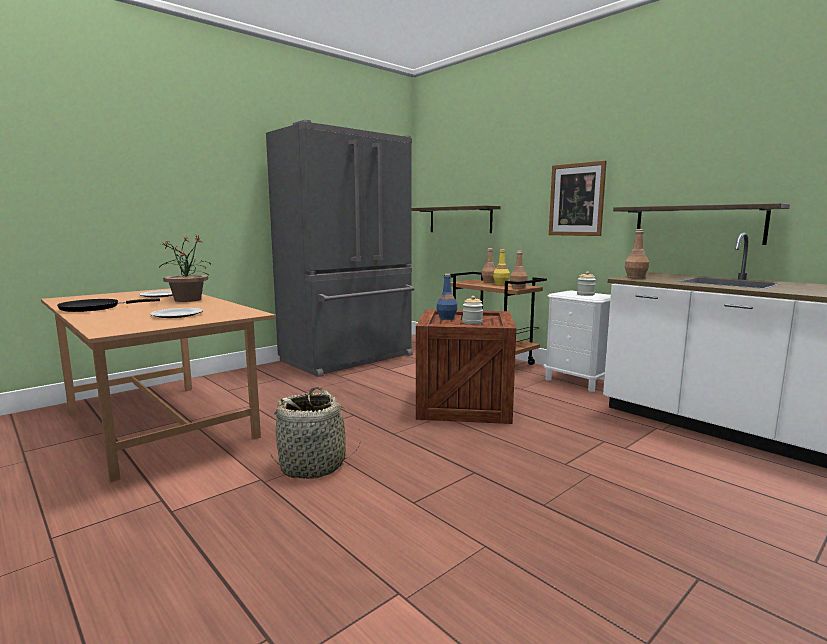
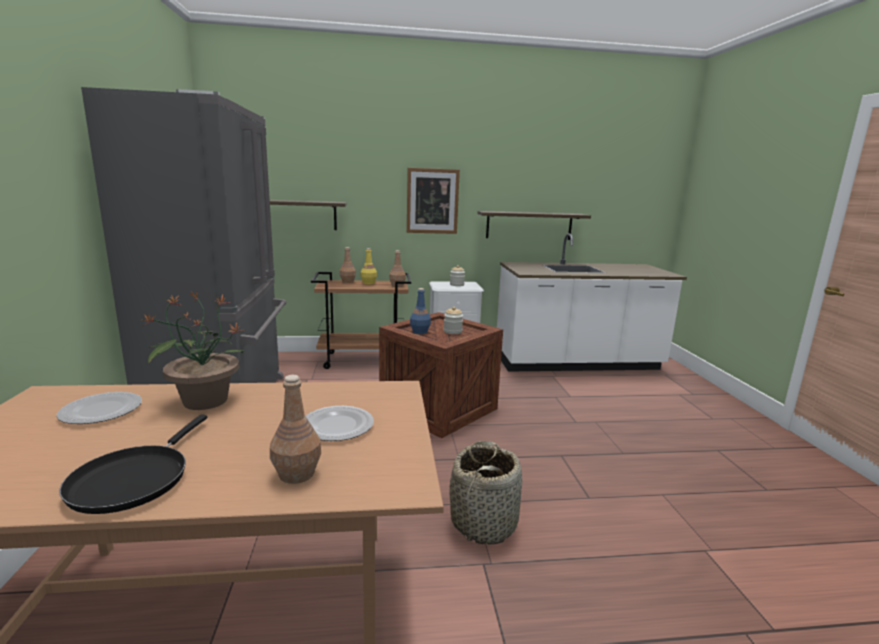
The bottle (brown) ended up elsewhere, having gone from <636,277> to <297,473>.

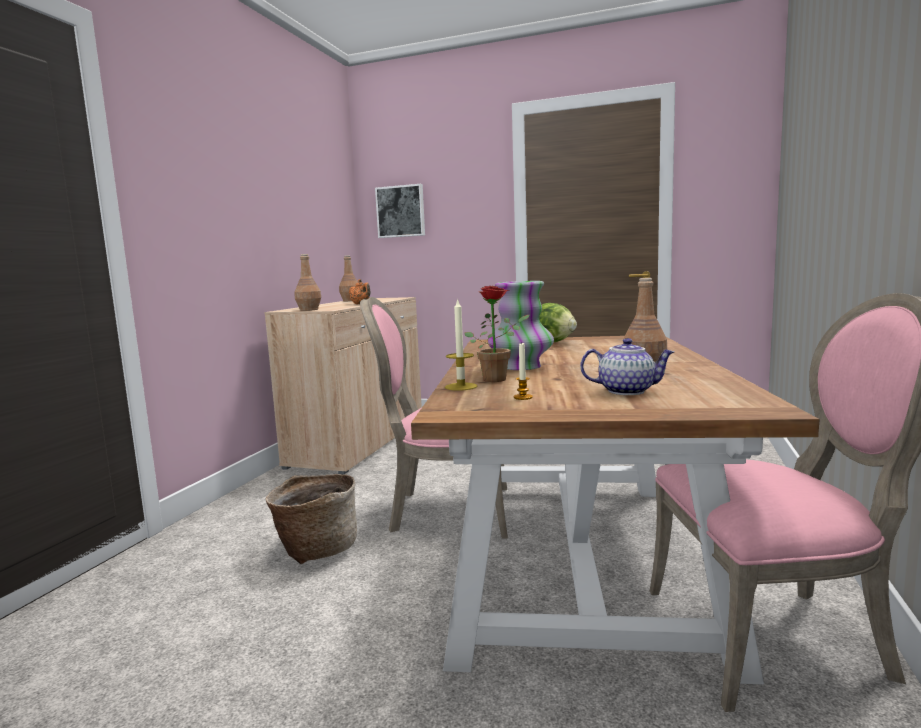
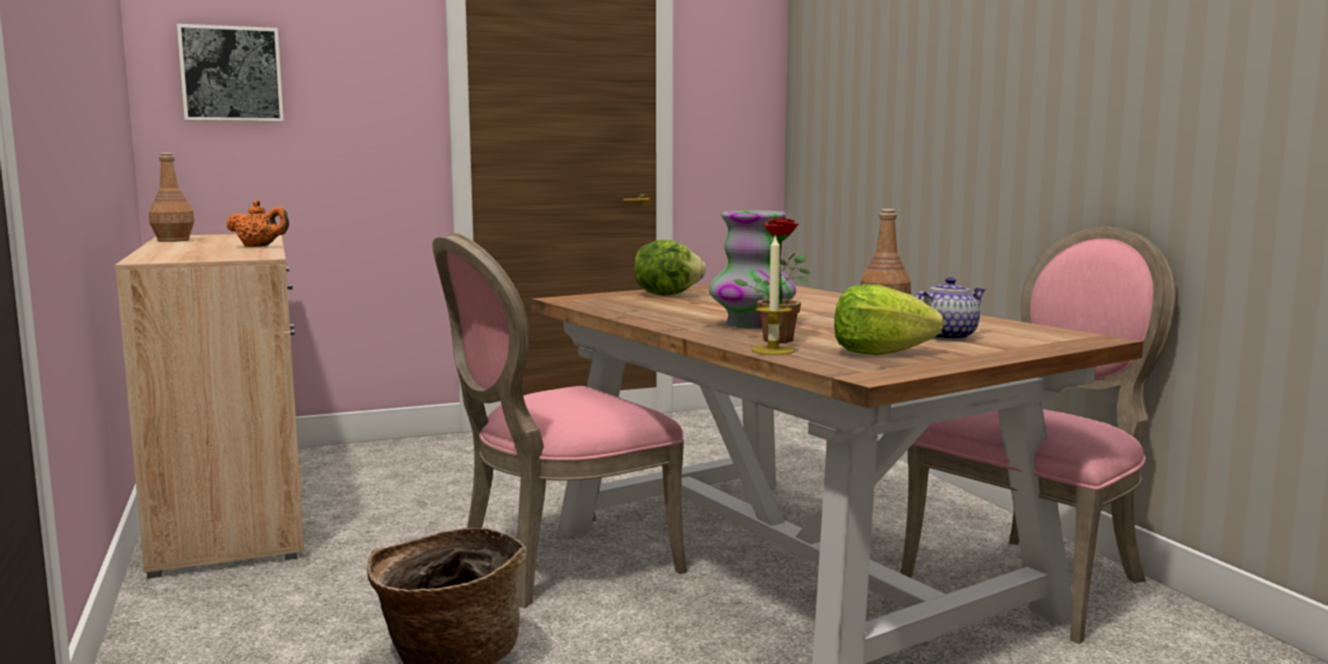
The second view lost the bottle (brown) at <309,310>.
Where the candle stood at <523,397>, the lettuce came to stand at <880,352>.

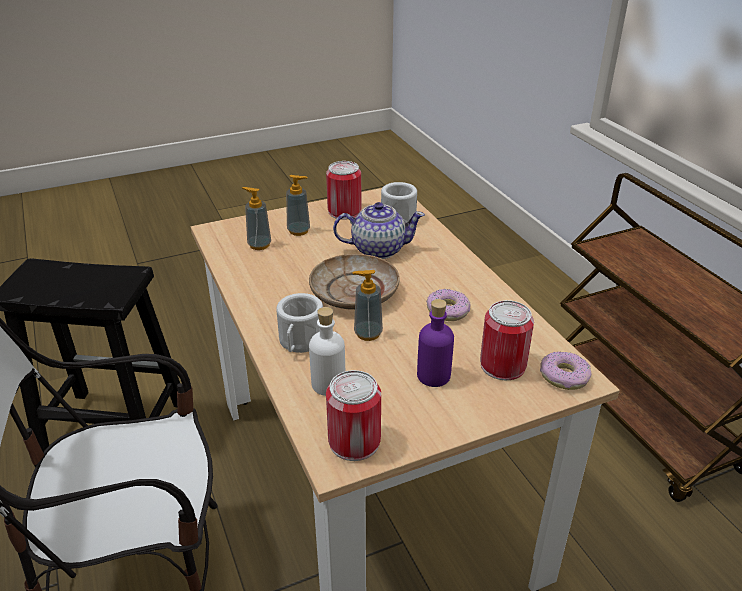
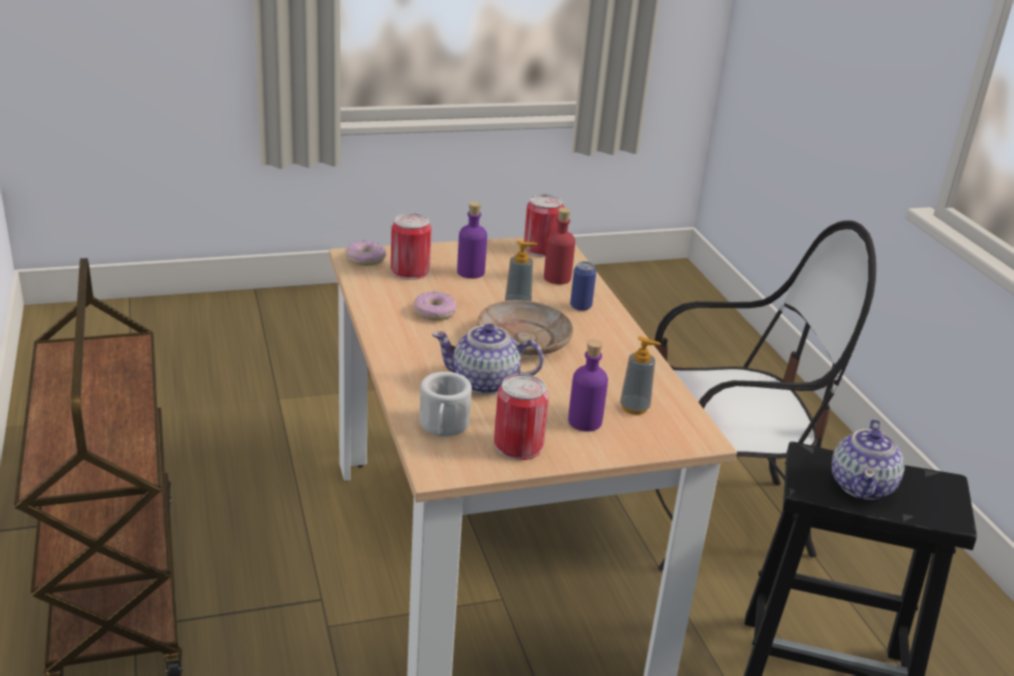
Where the soap dispenser stood at <298,231>, the bottle (purple) came to stand at <585,421>.
Where the mug (white) stood at <300,343>, the can came to stand at <580,306>.
What was the bottle (white) at <328,384> turned into the bottle (red) at <557,278>.
The second view gained the teapot at <862,485>.

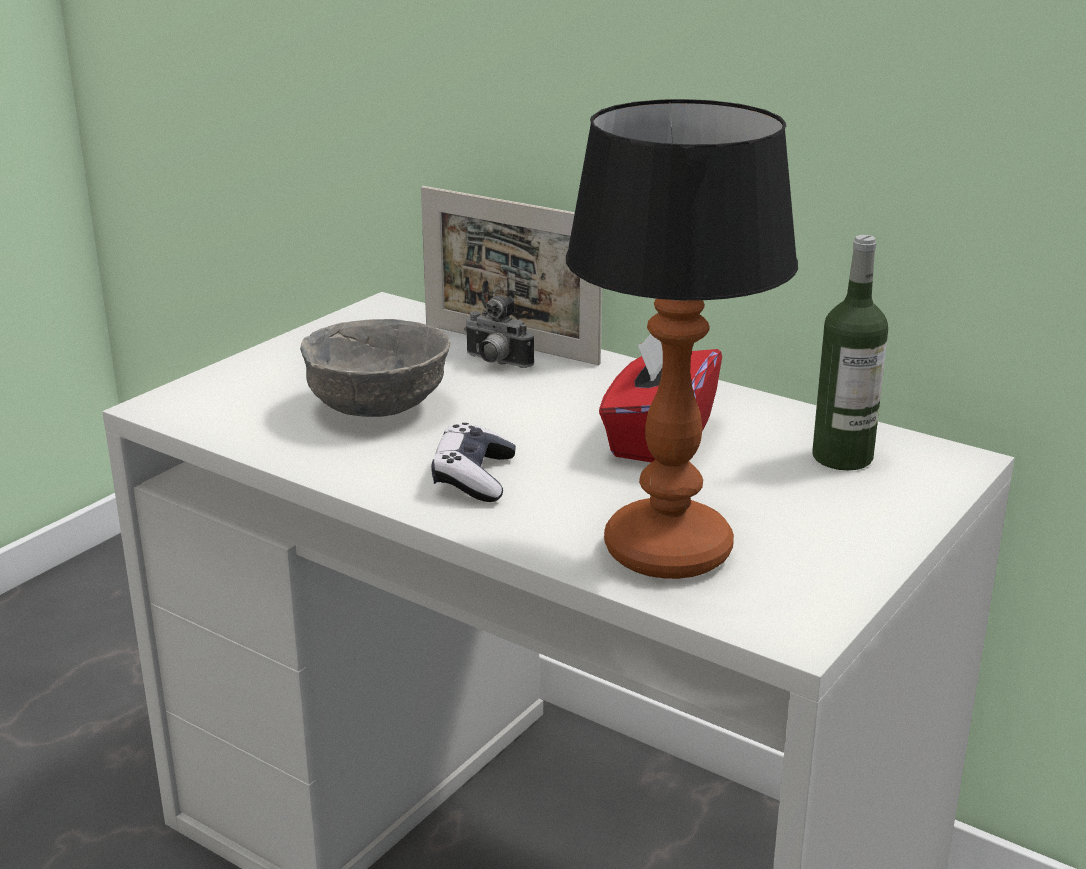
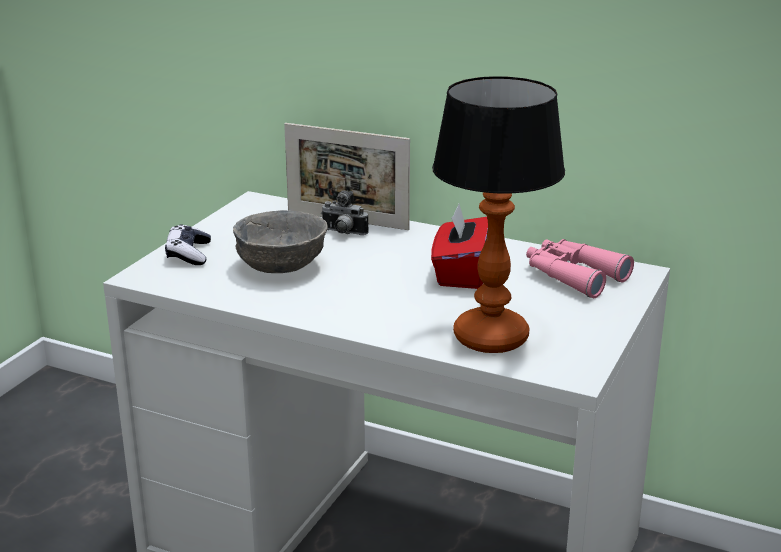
Where the bottle stood at <842,457>, the binoculars (pink) came to stand at <572,275>.
The game controller ended up elsewhere, having gone from <474,478> to <188,254>.

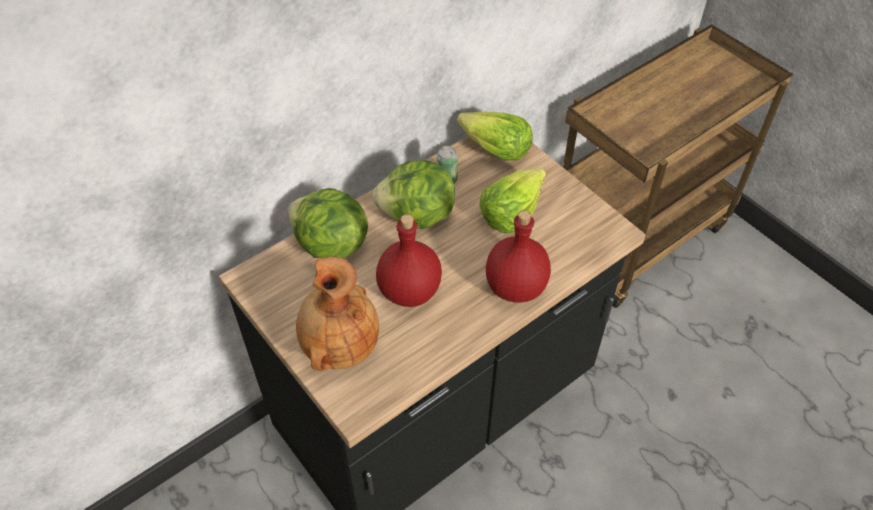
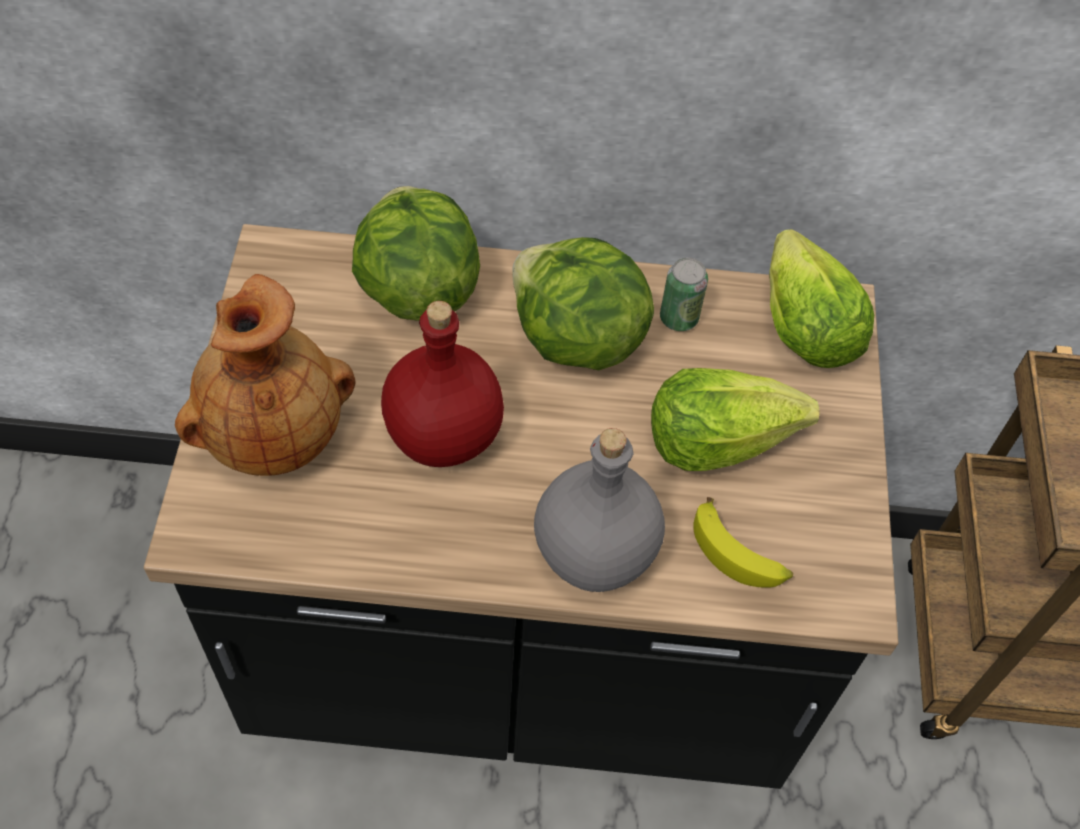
What was the bottle (red) at <515,288> turned into the bottle (grey) at <592,553>.
The second view gained the banana at <738,553>.

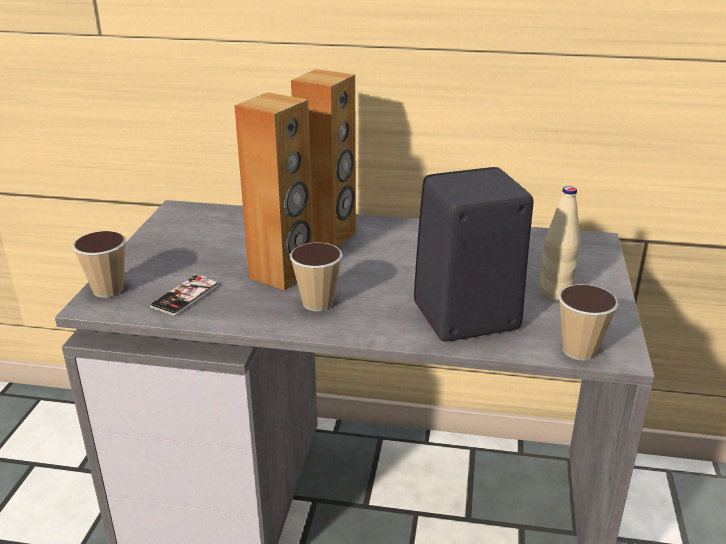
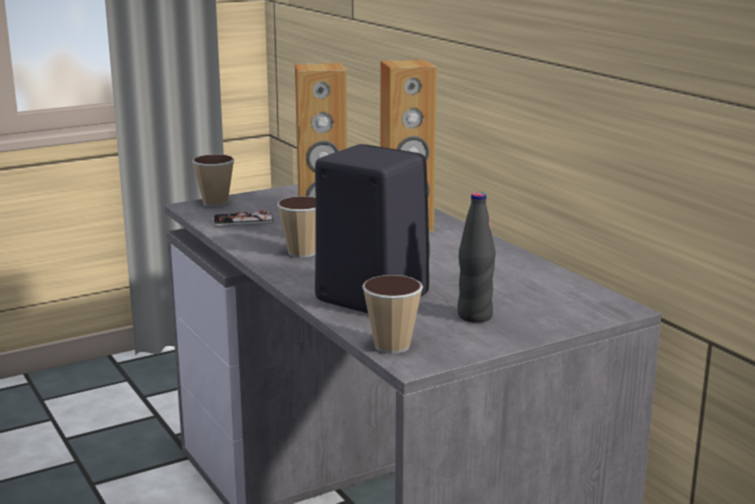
What was the bottle (beige) at <555,293> turned into the bottle (black) at <474,316>.

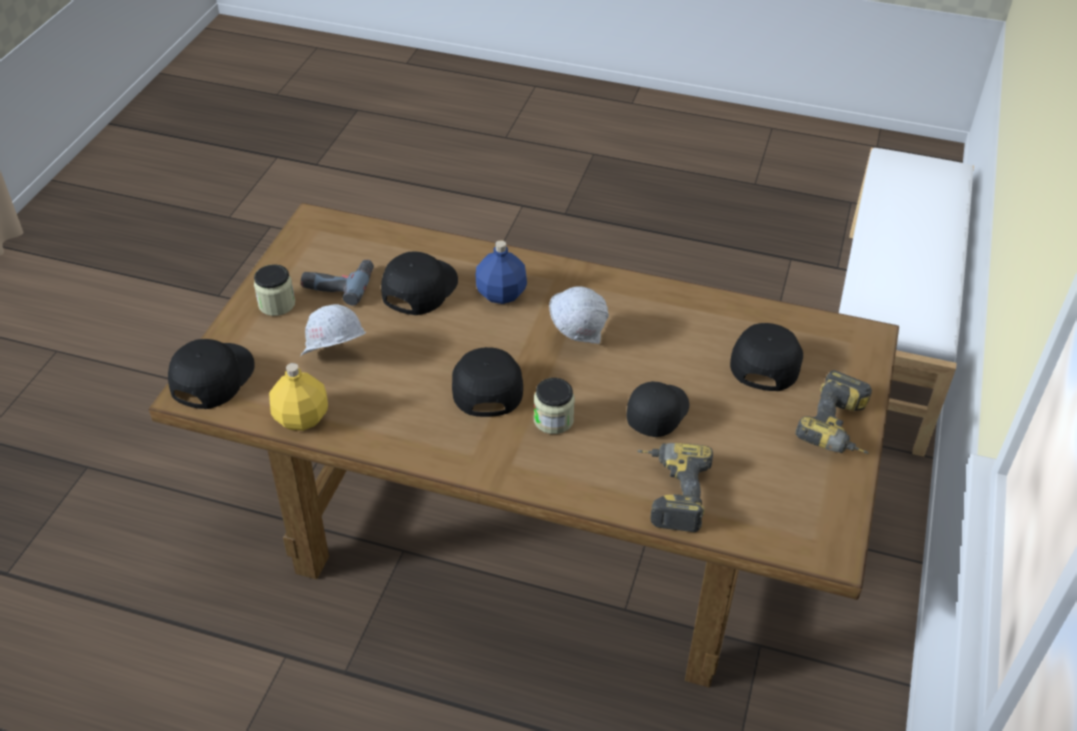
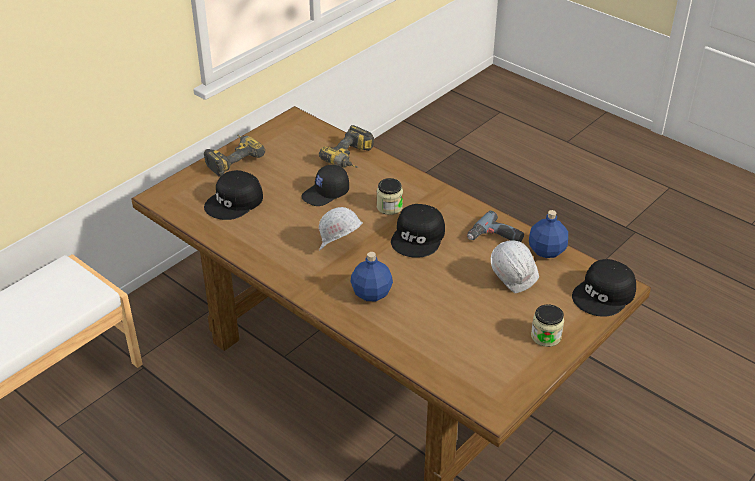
The second view lost the cap (black) at <418,287>.
The power drill ended up elsewhere, having gone from <338,283> to <495,238>.
What was the bottle (yellow) at <300,418> turned into the bottle (blue) at <547,251>.

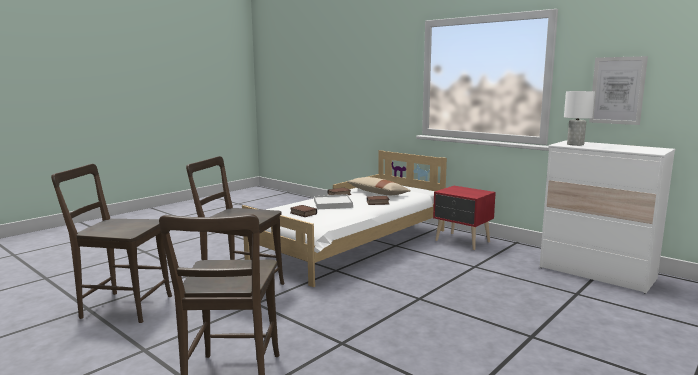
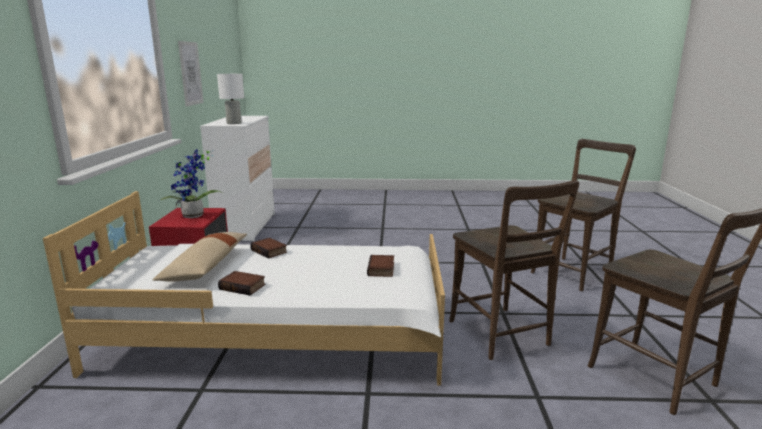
The second view lost the tray (white) at <333,204>.
The second view gained the potted plant at <194,216>.

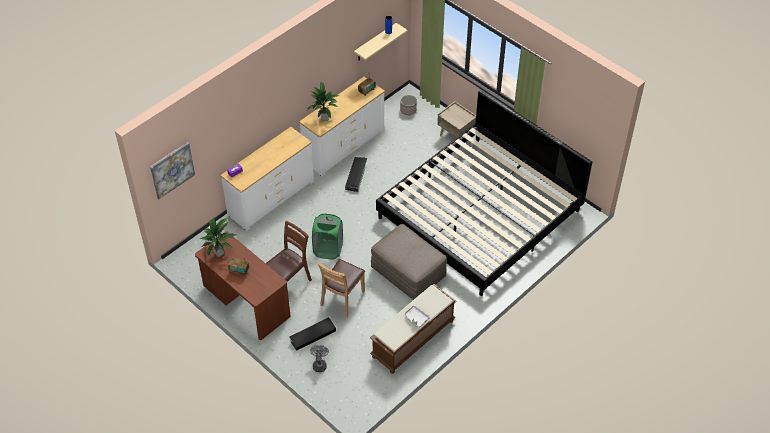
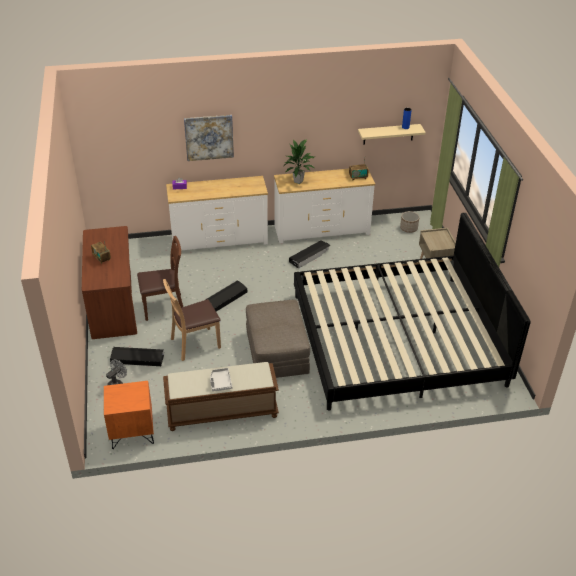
The picture ended up elsewhere, having gone from <172,170> to <209,137>.
Where the laundry basket (green) stood at <328,249>, the storage box (black) came to stand at <225,299>.
The second view lost the potted plant at <219,253>.
The second view gained the nightstand (orange) at <132,433>.

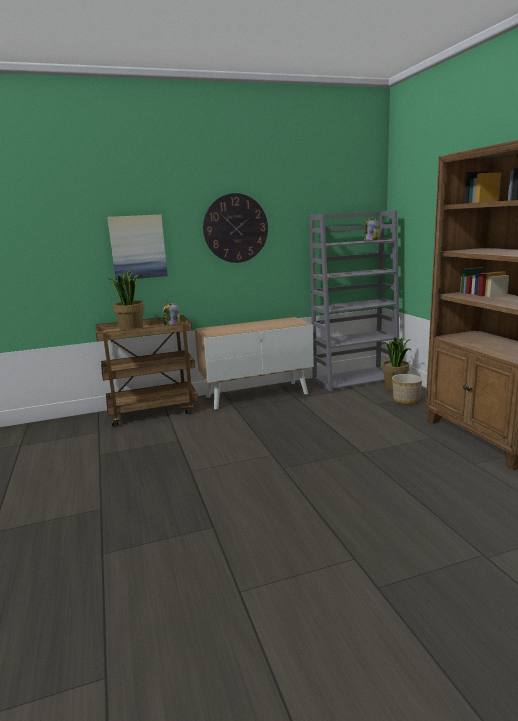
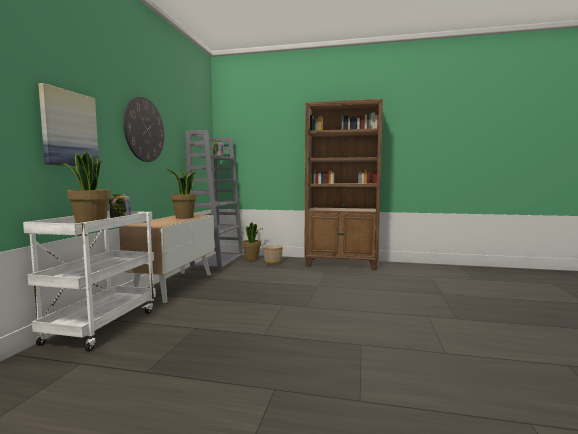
What was the cart (brown) at <153,411> turned into the cart (white) at <102,325>.
The second view gained the potted plant at <184,217>.

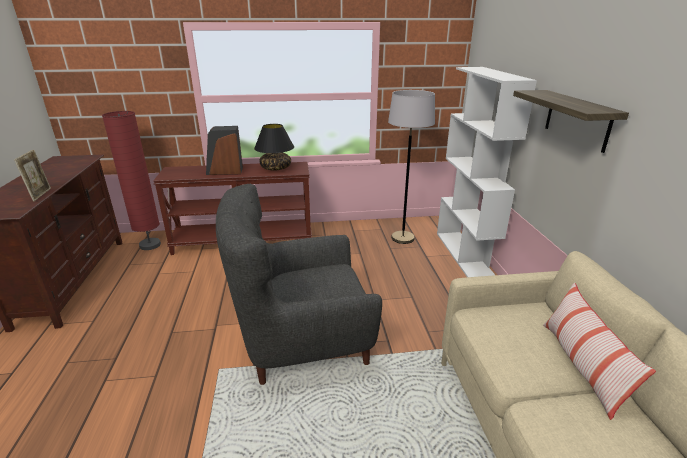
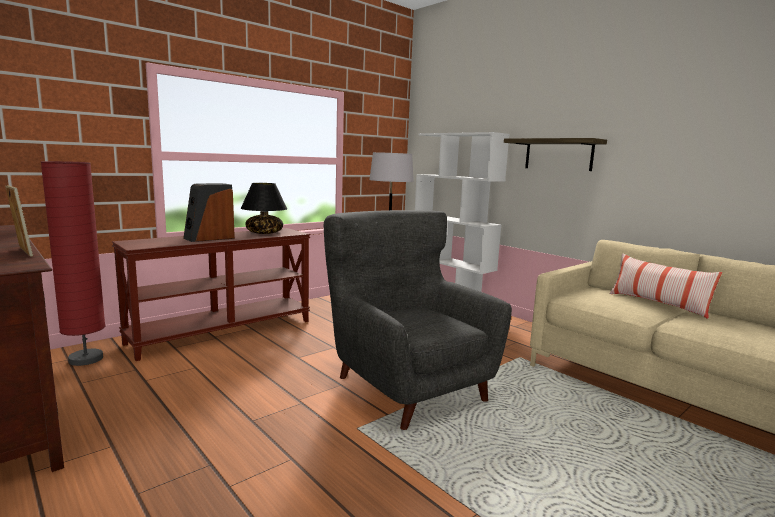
The armchair (grey) at <302,342> ended up facing another way, 105 degrees clockwise from before.

